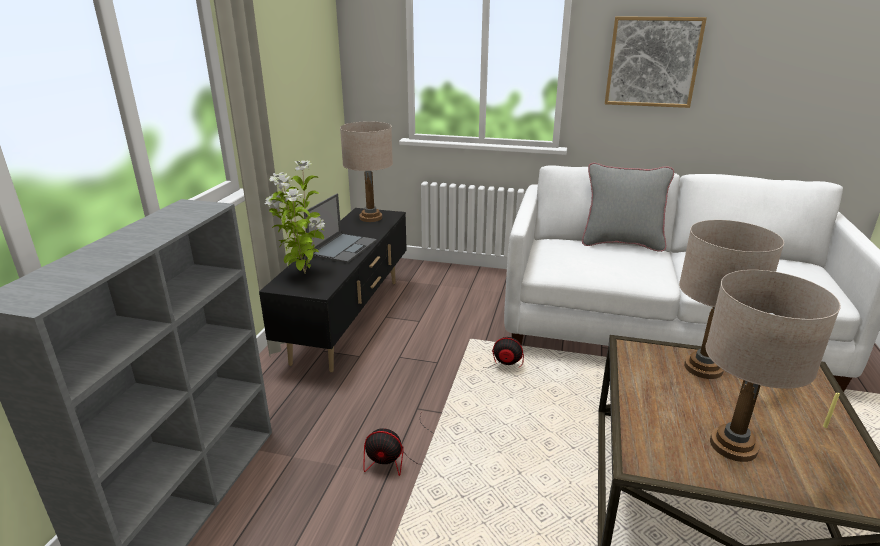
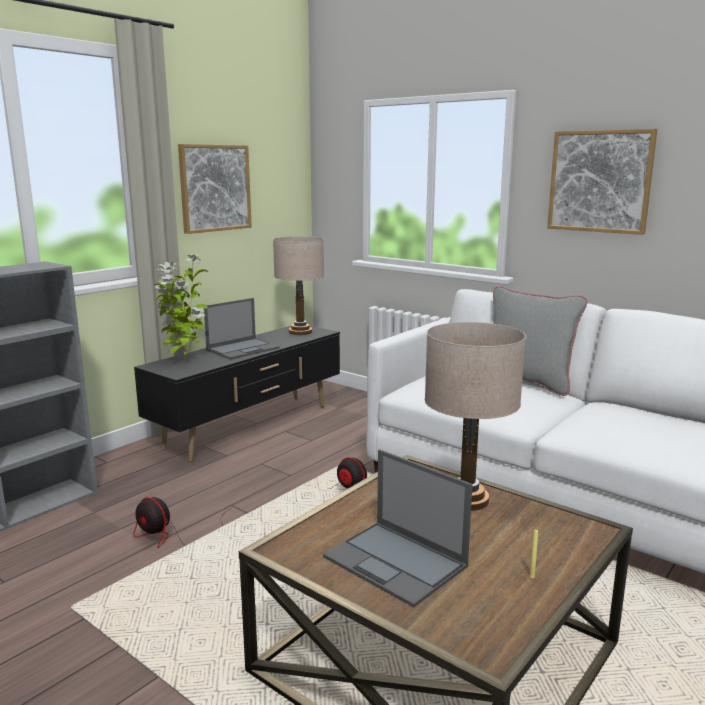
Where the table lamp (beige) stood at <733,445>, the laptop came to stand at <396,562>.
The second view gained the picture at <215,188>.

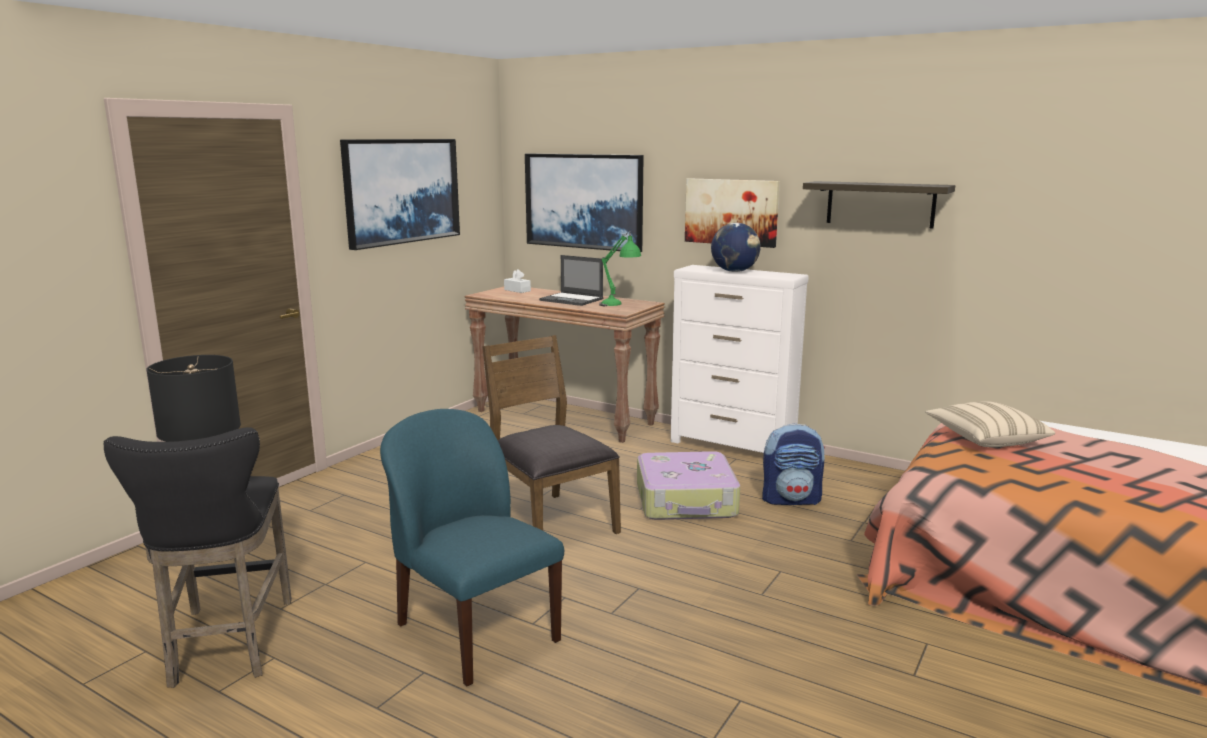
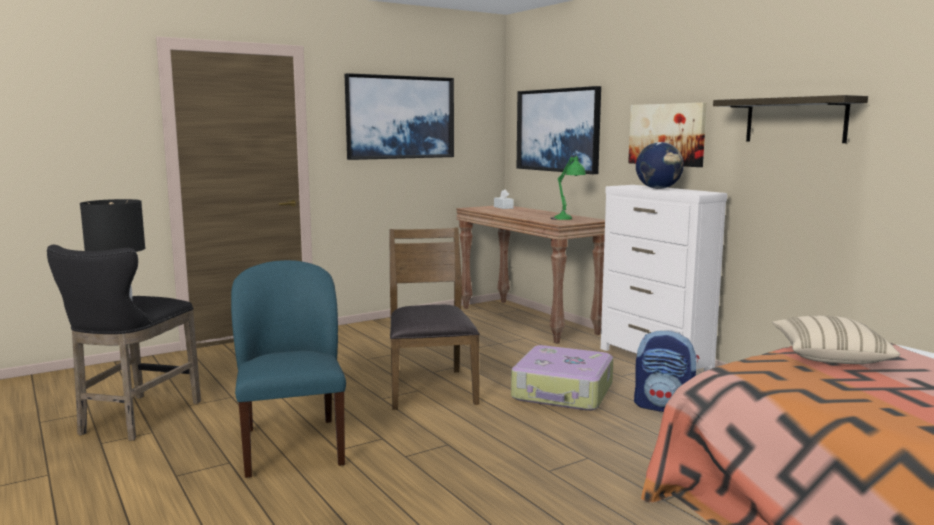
The second view lost the laptop at <572,300>.

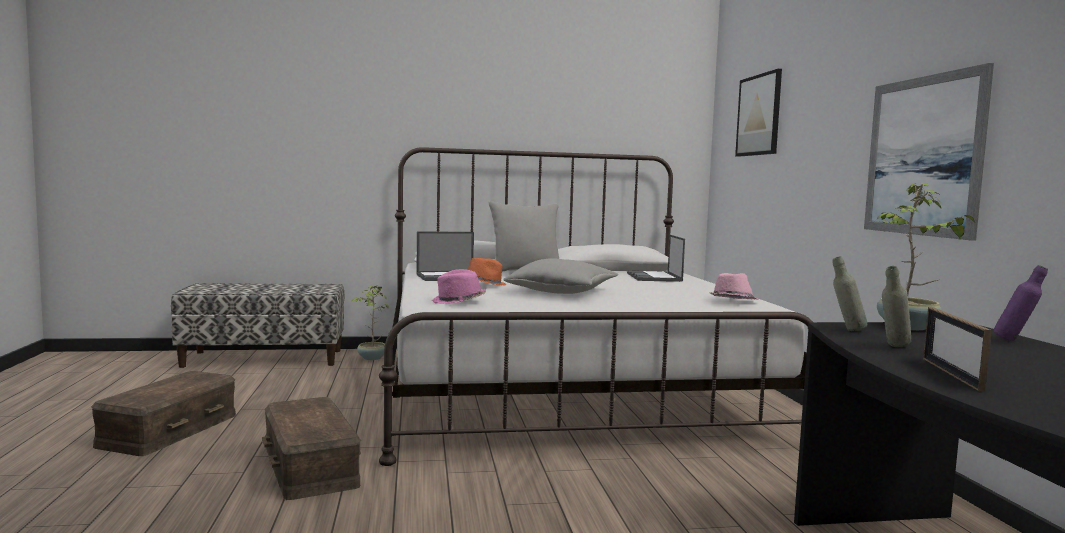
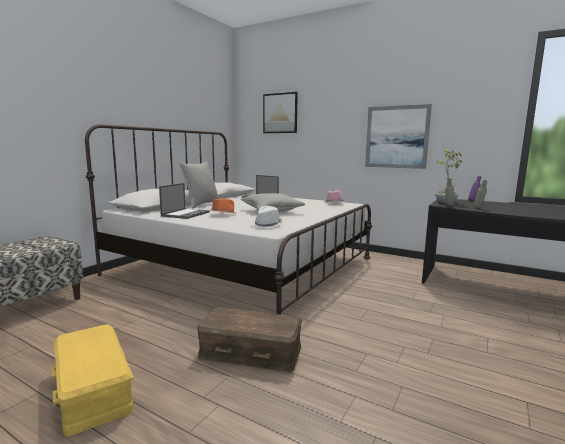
What was the hat (pink) at <459,302> turned into the hat (white) at <267,225>.
The second view lost the potted plant at <371,358>.
The second view lost the picture frame at <951,374>.
What was the storage box (brown) at <168,430> turned into the storage box (yellow) at <92,389>.

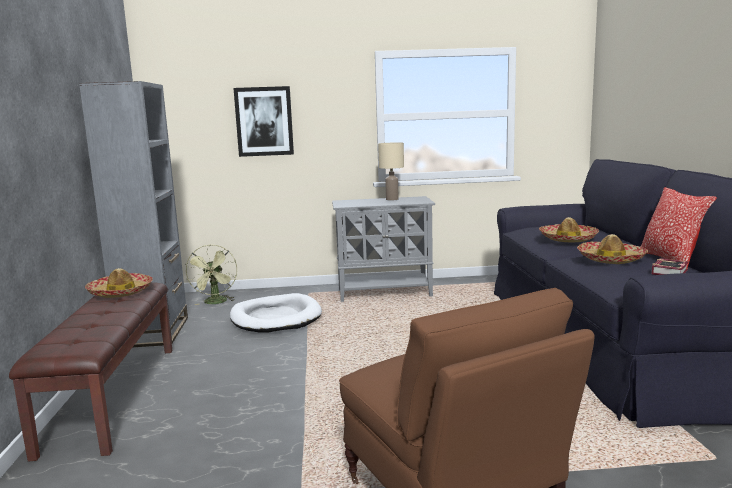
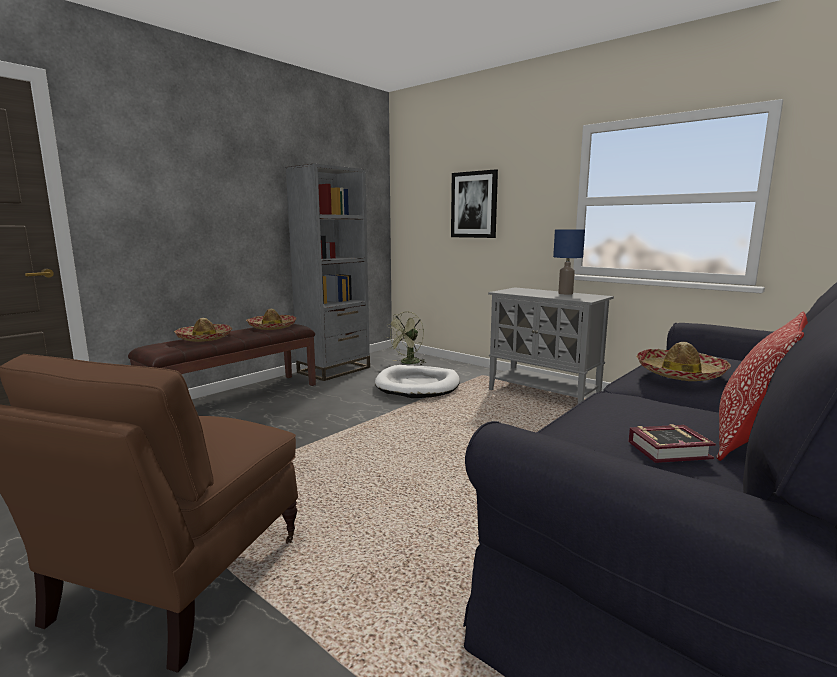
What was the table lamp (beige) at <392,199> turned into the table lamp (blue) at <565,293>.
The hat ended up elsewhere, having gone from <611,259> to <204,338>.

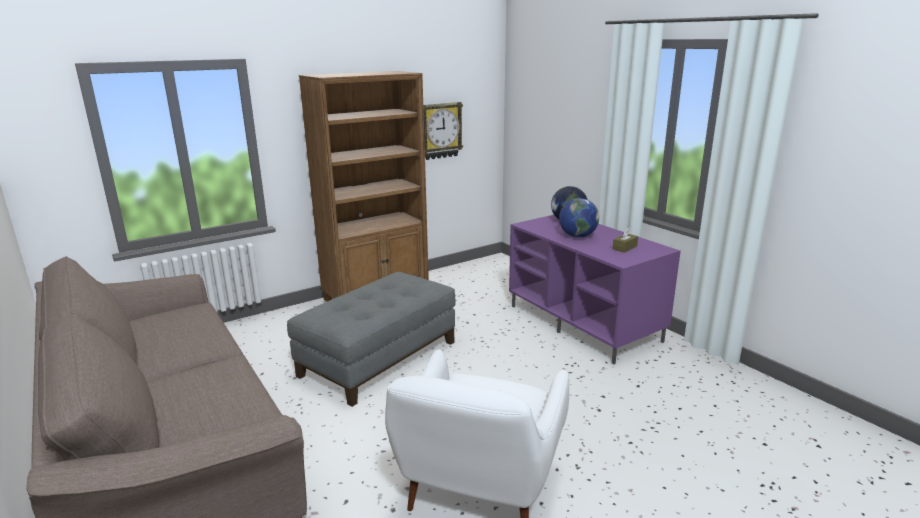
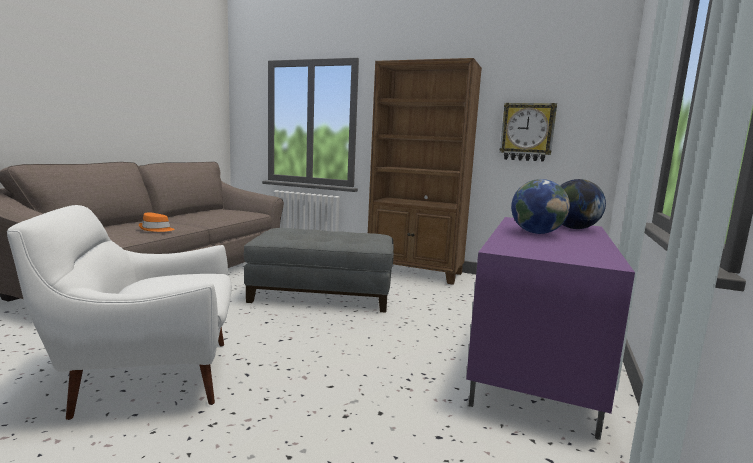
The second view lost the tissue box (brown) at <624,248>.
The second view gained the hat (orange) at <156,229>.

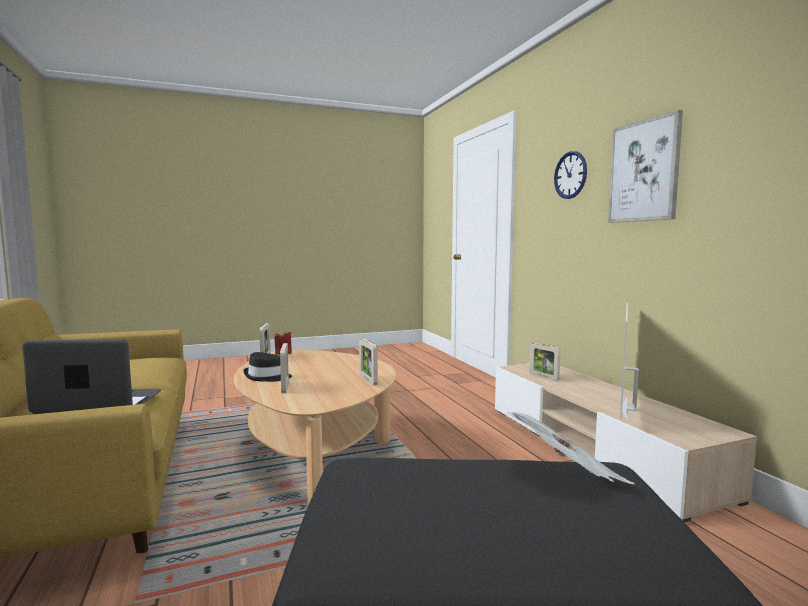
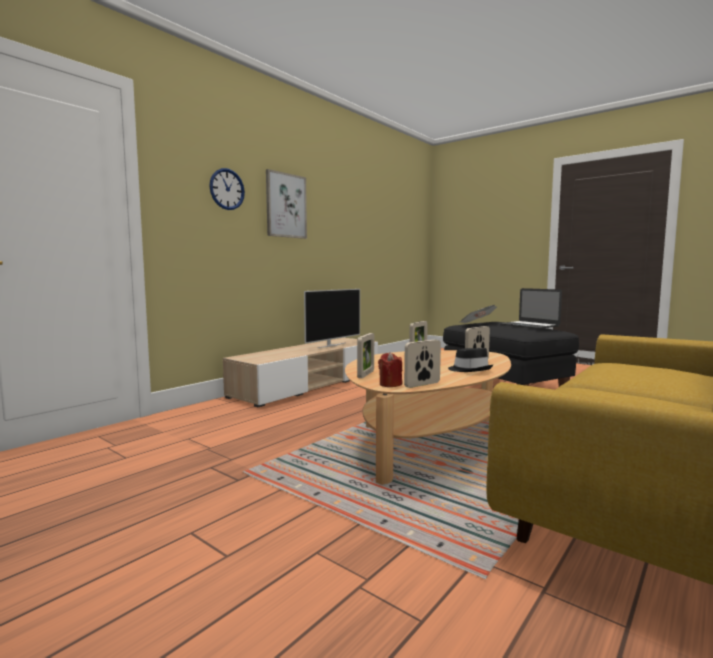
The television at <628,408> ended up facing another way, 45 degrees counterclockwise from before.
The laptop ended up elsewhere, having gone from <100,403> to <528,325>.
The picture frame ended up elsewhere, having gone from <543,377> to <366,374>.

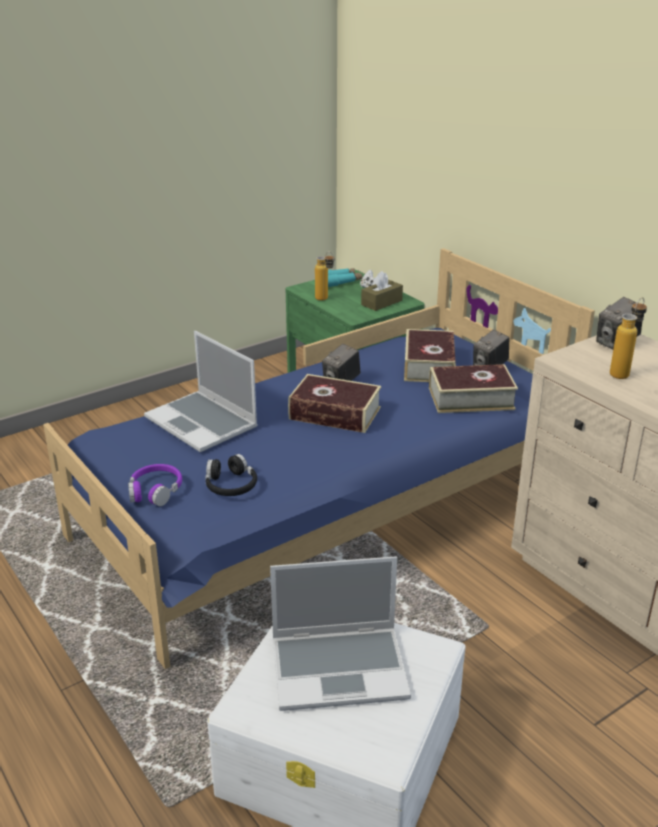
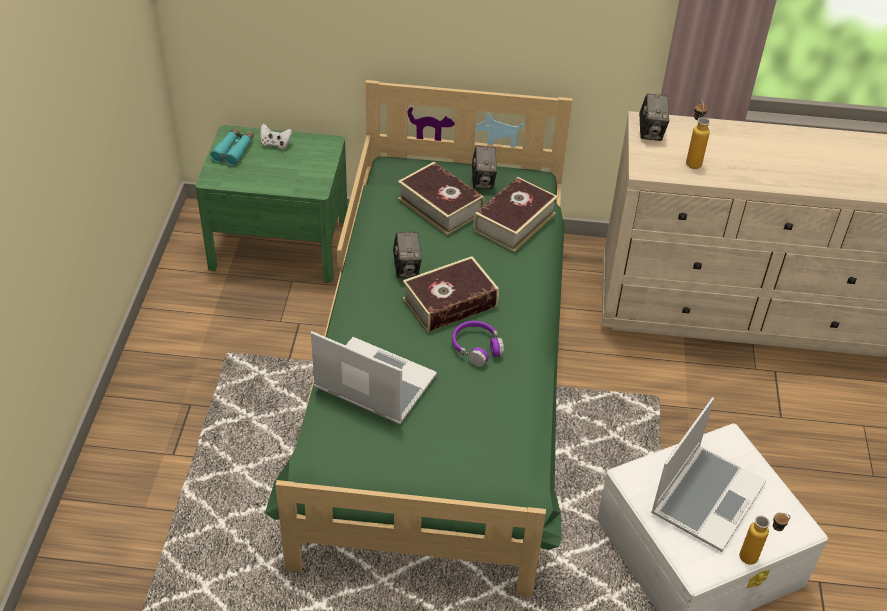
What was the bed (blue) at <327,508> turned into the bed (green) at <440,383>.
The bottle ended up elsewhere, having gone from <325,300> to <756,557>.
The second view lost the tissue box (brown) at <381,302>.
The laptop at <203,423> ended up facing another way, 150 degrees counterclockwise from before.
The second view lost the headphones (black) at <230,485>.
The headphones (purple) ended up elsewhere, having gone from <155,491> to <477,347>.

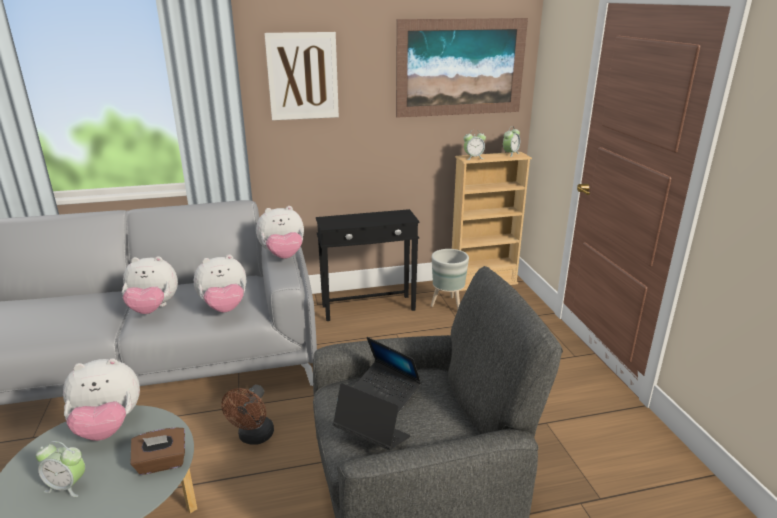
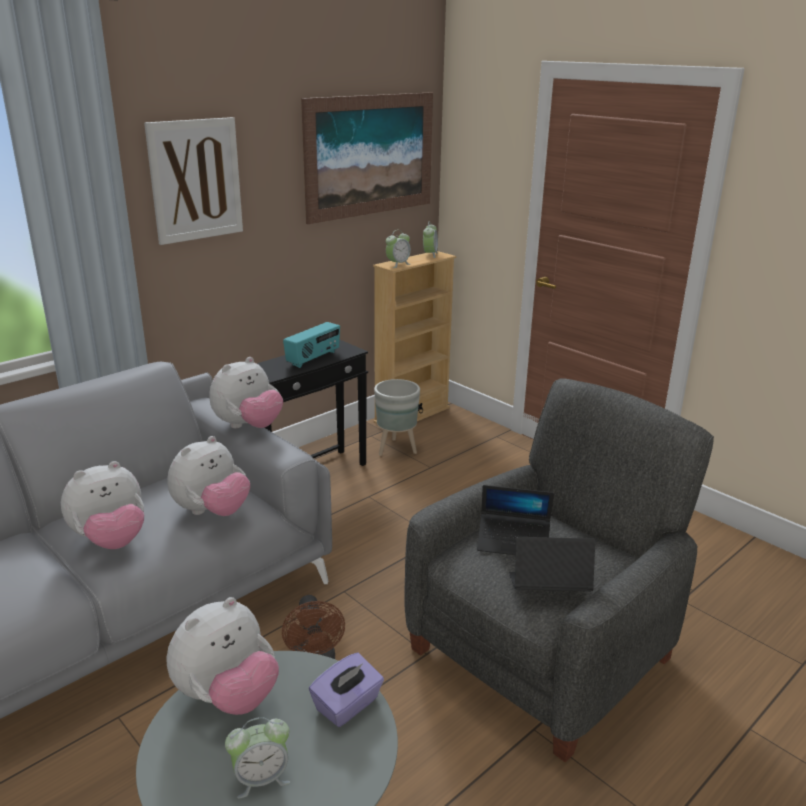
What was the tissue box (brown) at <161,463> turned into the tissue box (purple) at <347,705>.
The second view gained the radio at <313,359>.

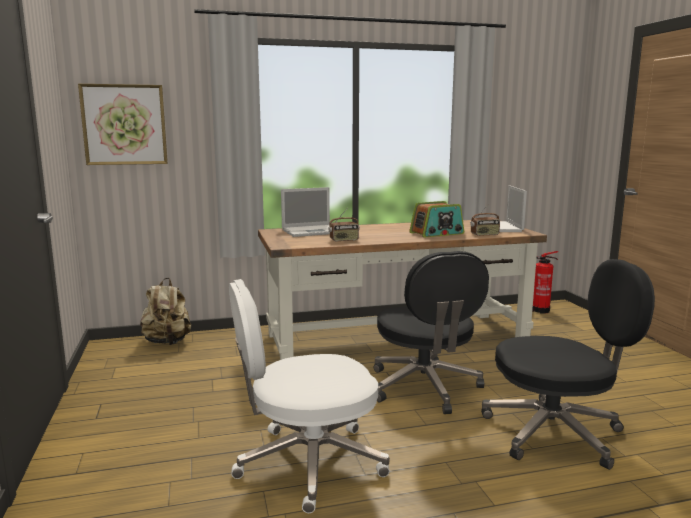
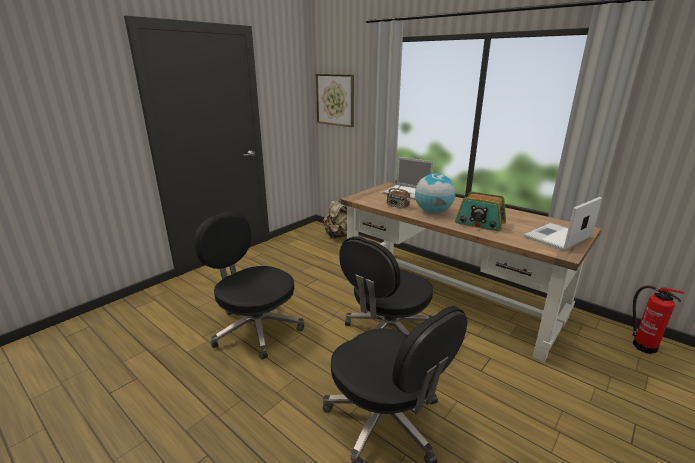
The second view lost the radio at <485,235>.
What was the office chair (white) at <307,463> turned into the office chair (black) at <255,328>.
The second view gained the globe at <433,212>.

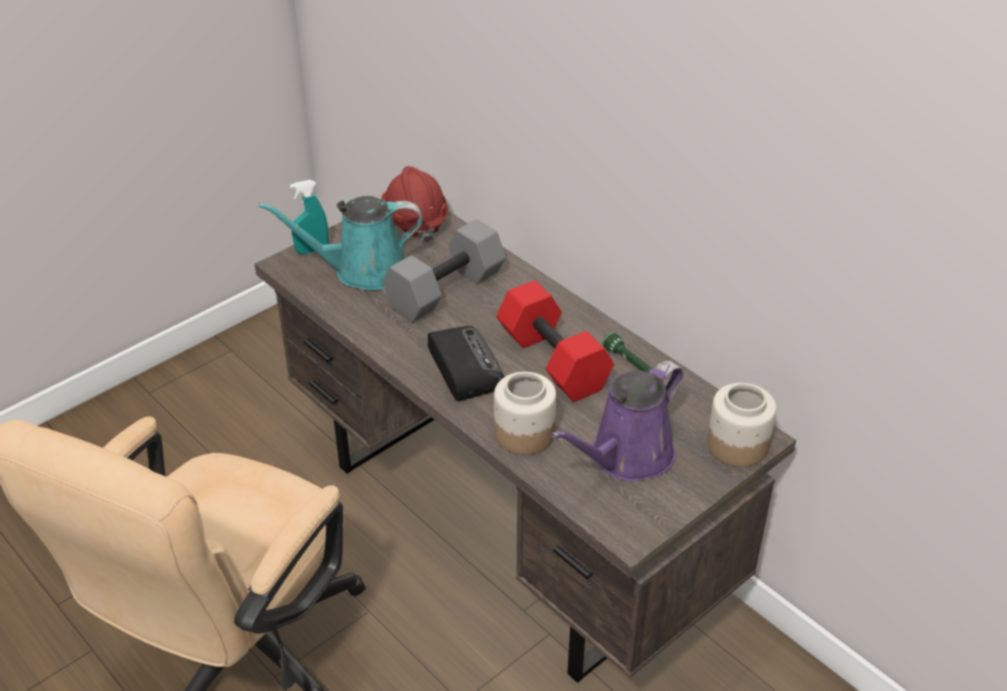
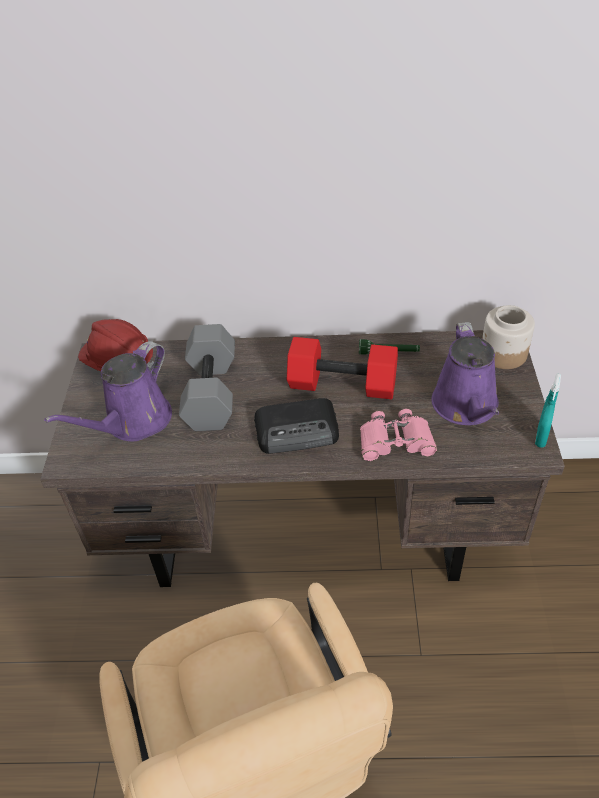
The spray bottle (turquoise) ended up elsewhere, having gone from <312,250> to <541,437>.
What was the watering can (turquoise) at <363,270> turned into the watering can (purple) at <133,422>.
The radio at <464,367> ended up facing another way, 150 degrees clockwise from before.
Where the jar stood at <523,433>, the binoculars (pink) came to stand at <395,441>.

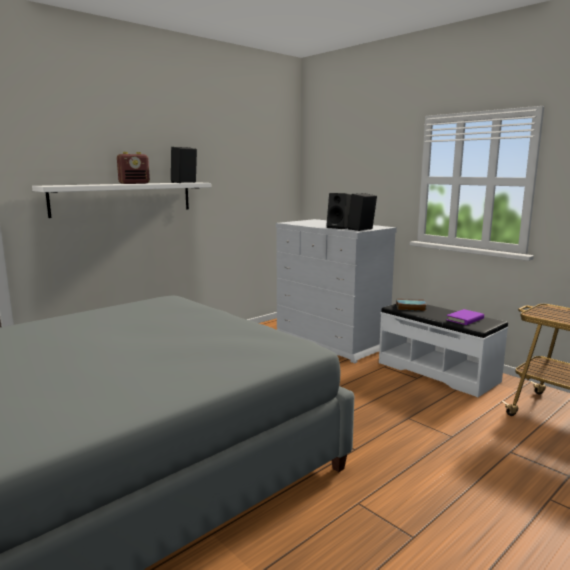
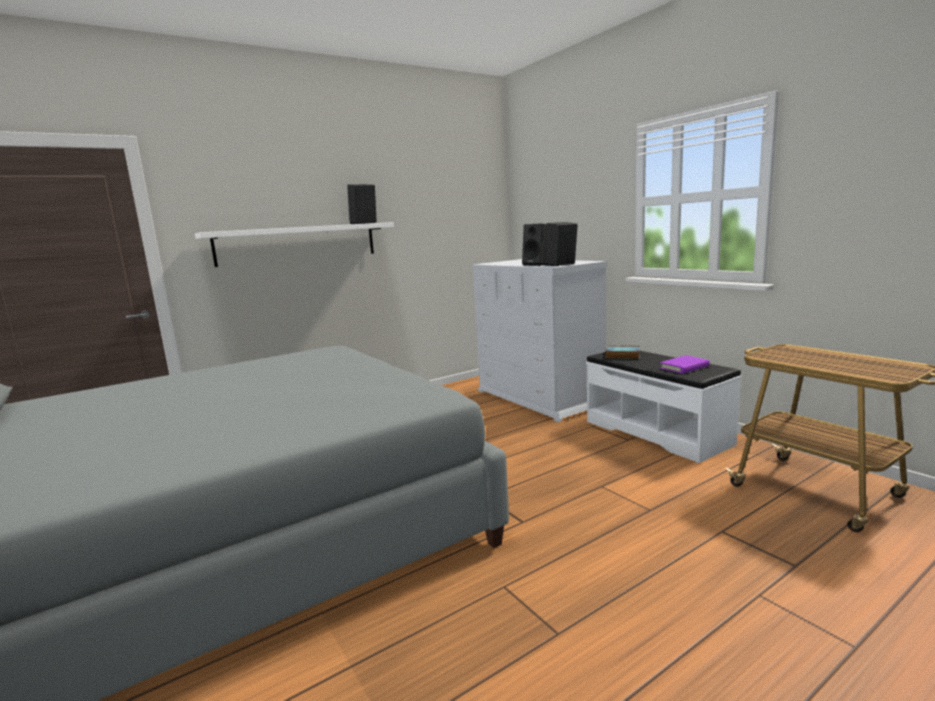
The second view lost the radio at <134,183>.

